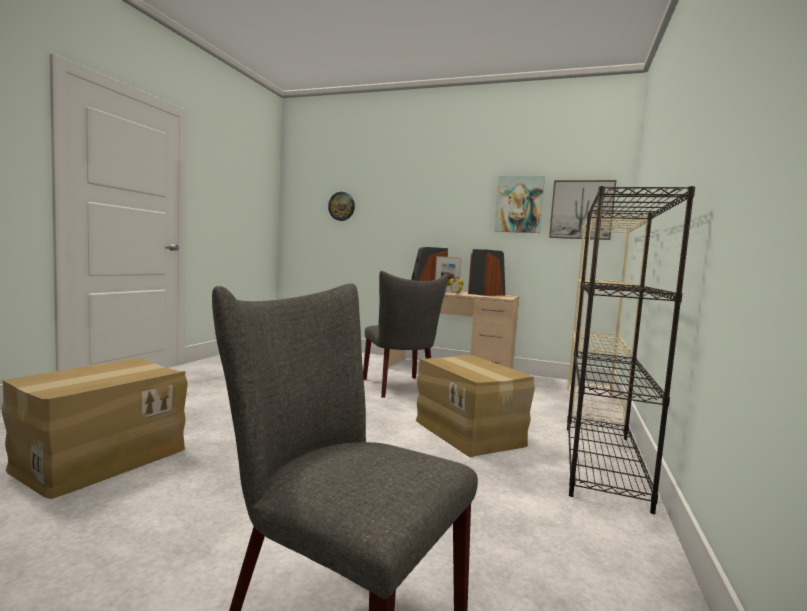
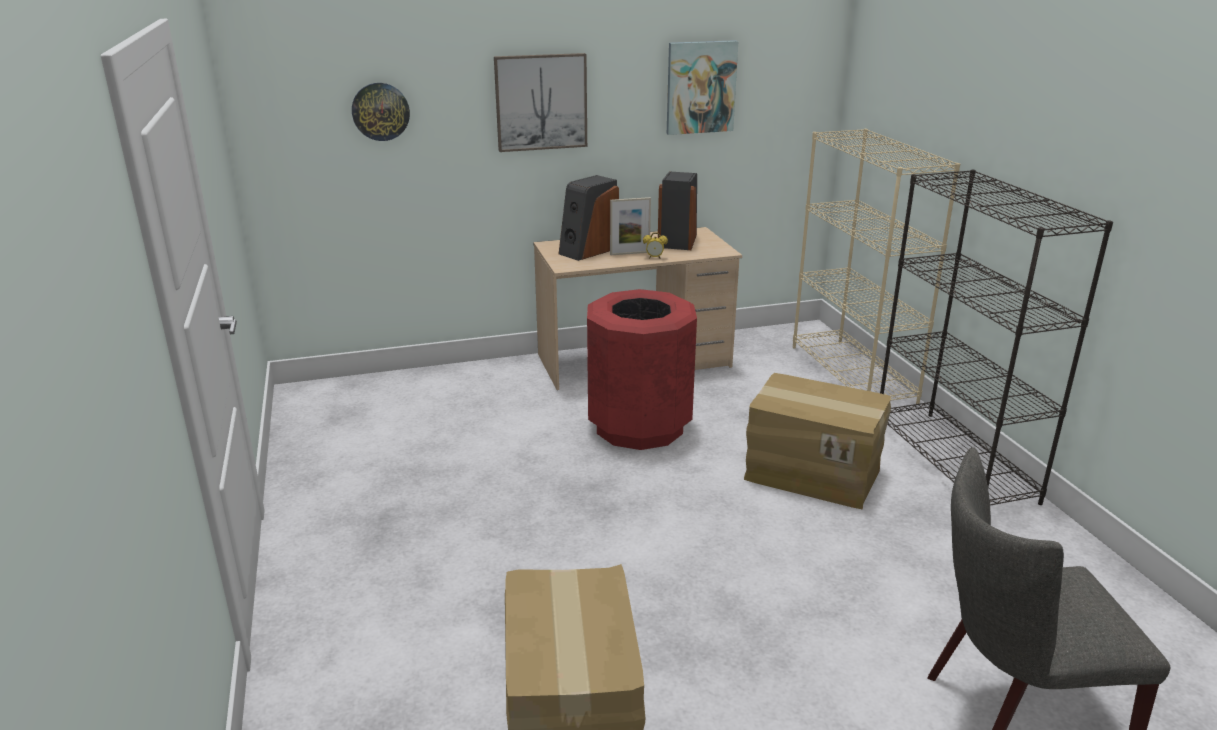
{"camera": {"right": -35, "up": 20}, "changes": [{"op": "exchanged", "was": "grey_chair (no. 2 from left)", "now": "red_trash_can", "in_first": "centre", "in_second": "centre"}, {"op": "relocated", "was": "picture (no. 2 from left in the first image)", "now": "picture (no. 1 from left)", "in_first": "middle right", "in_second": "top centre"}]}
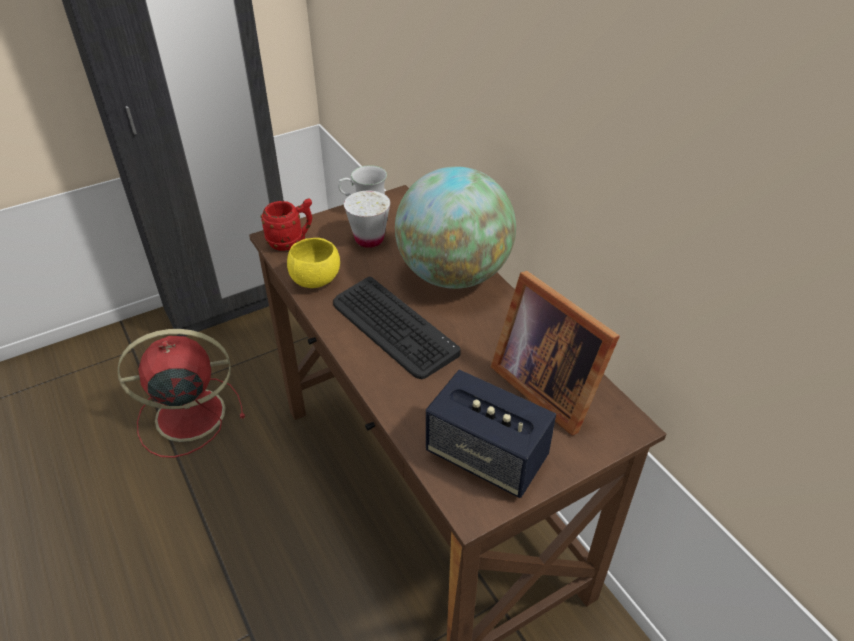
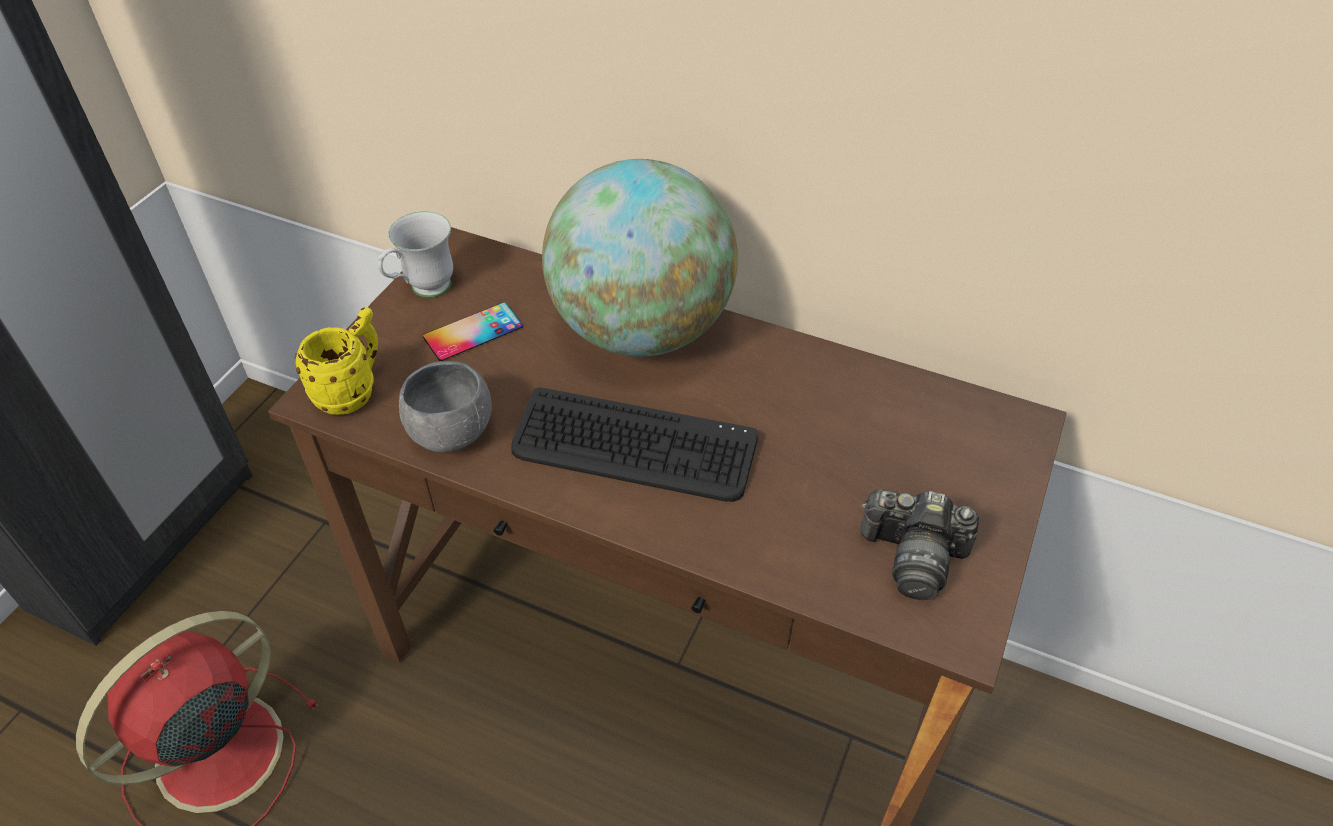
{"camera": {"right": -35, "up": 5}, "changes": [{"op": "colour", "was": "red_mug", "now": "yellow_mug", "in_first": "centre", "in_second": "middle left"}, {"op": "colour", "was": "yellow_bowl", "now": "grey_bowl", "in_first": "centre", "in_second": "centre"}, {"op": "exchanged", "was": "white_cup", "now": "phone", "in_first": "centre", "in_second": "centre"}, {"op": "exchanged", "was": "speaker", "now": "photo_camera", "in_first": "bottom centre", "in_second": "middle right"}, {"op": "missing", "was": "picture_frame", "in_first": "centre"}]}
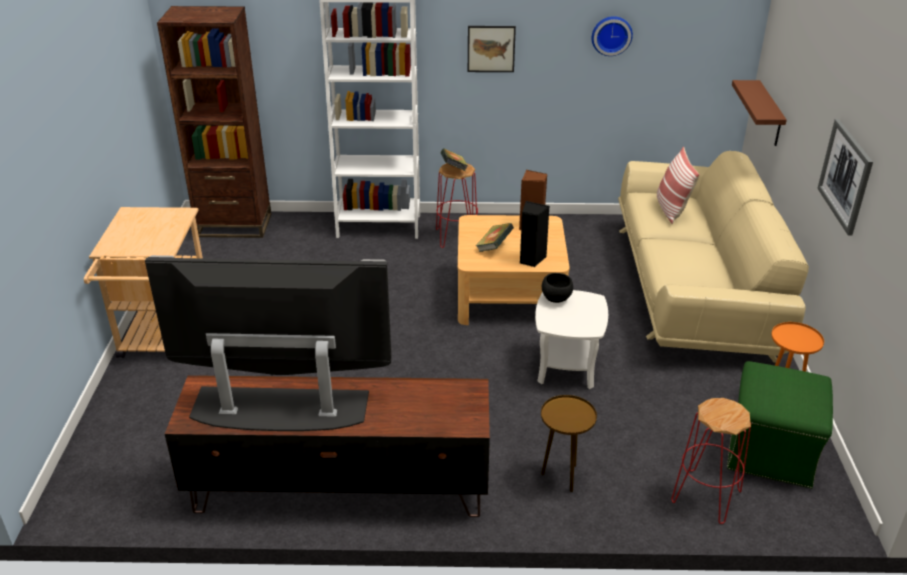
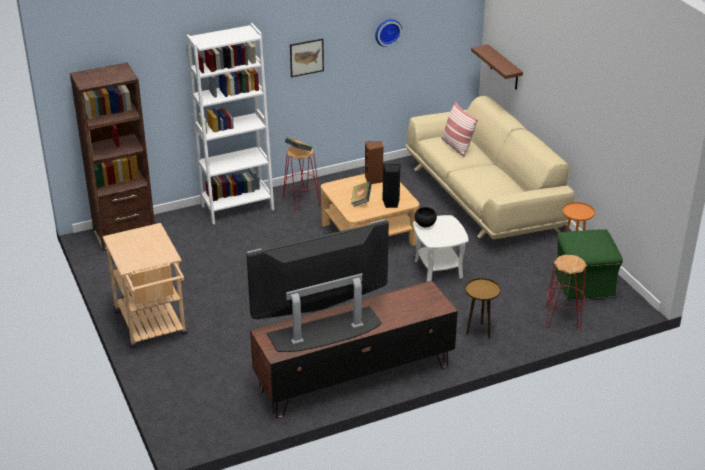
{"camera": {"right": -25, "up": 0}, "changes": [{"op": "missing", "was": "picture (no. 2 from left)", "in_first": "top right"}]}
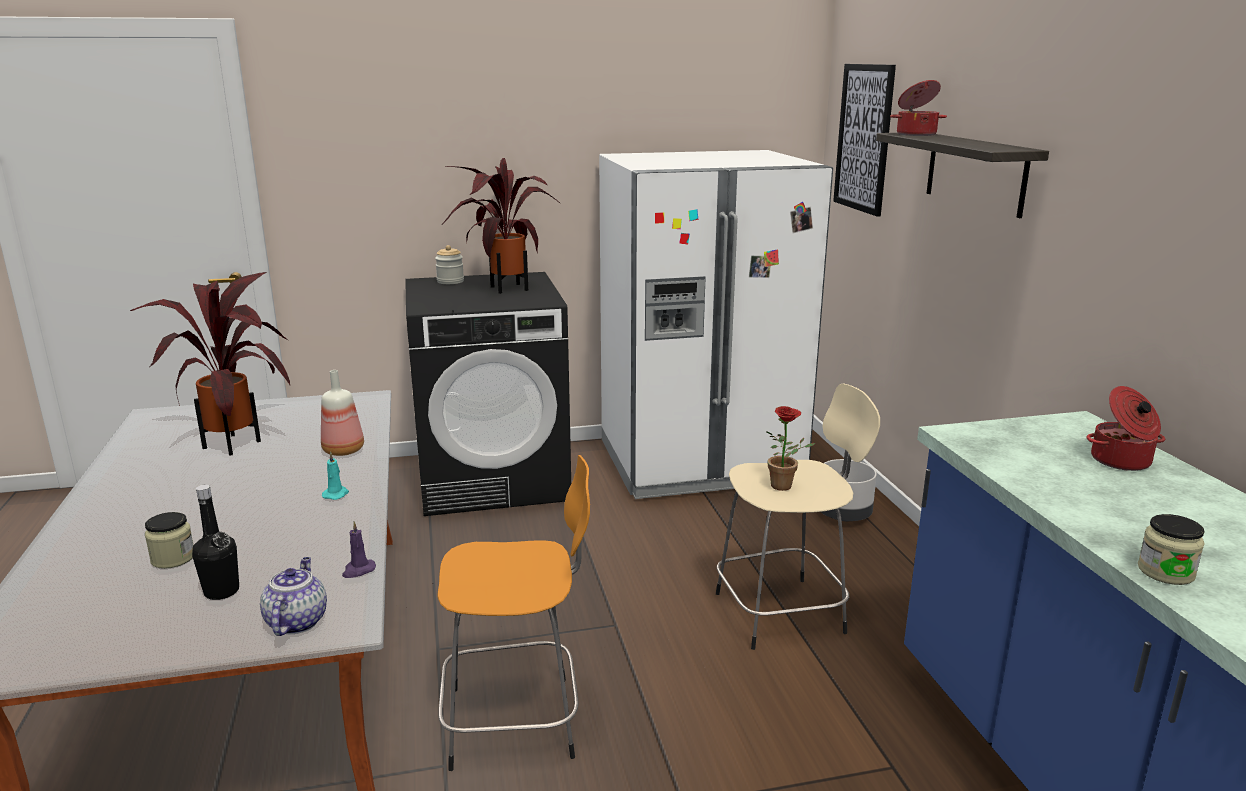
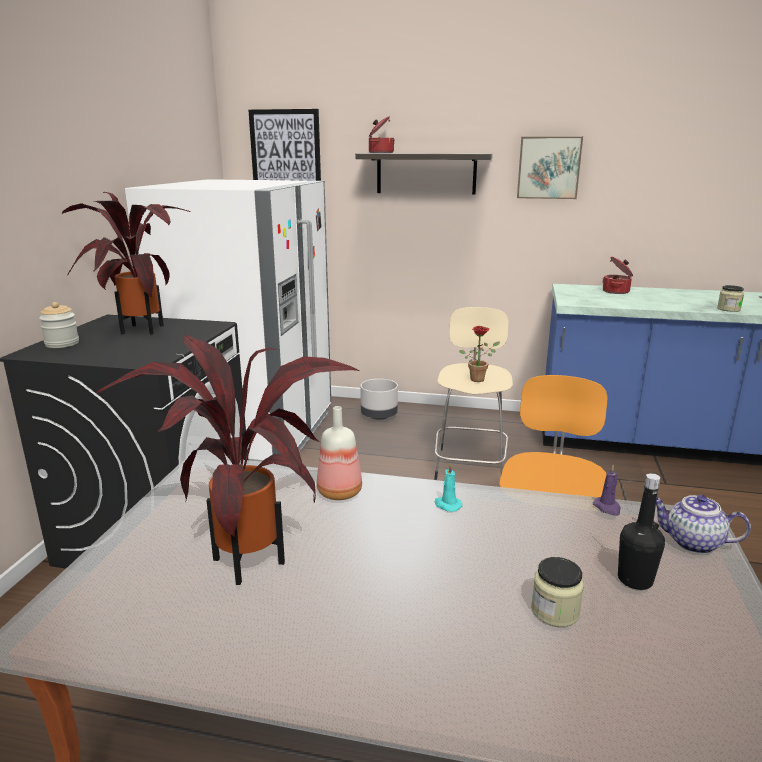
{"camera": {"right": -65, "up": 0}, "changes": [{"op": "appeared", "now": "picture (no. 2 from left)", "in_second": "top right"}]}
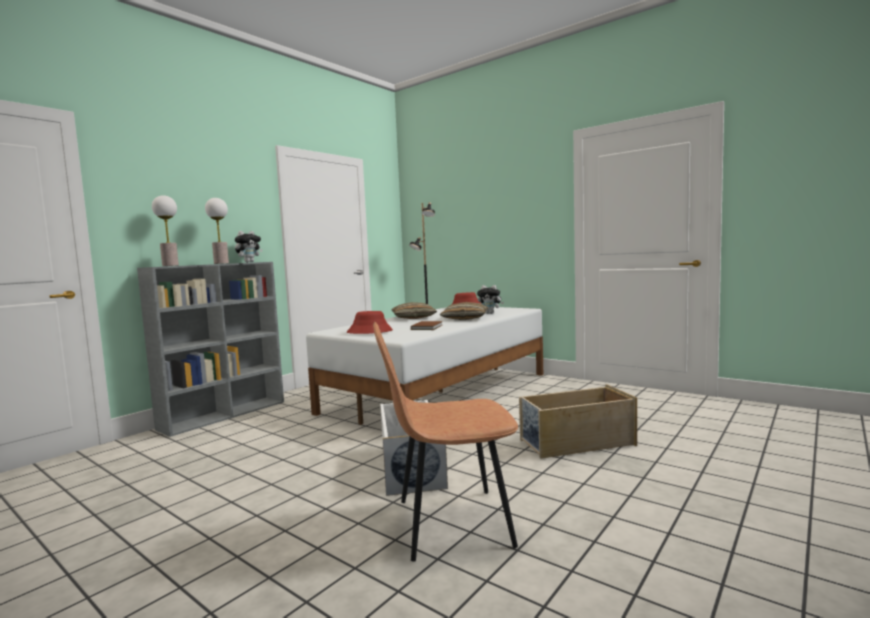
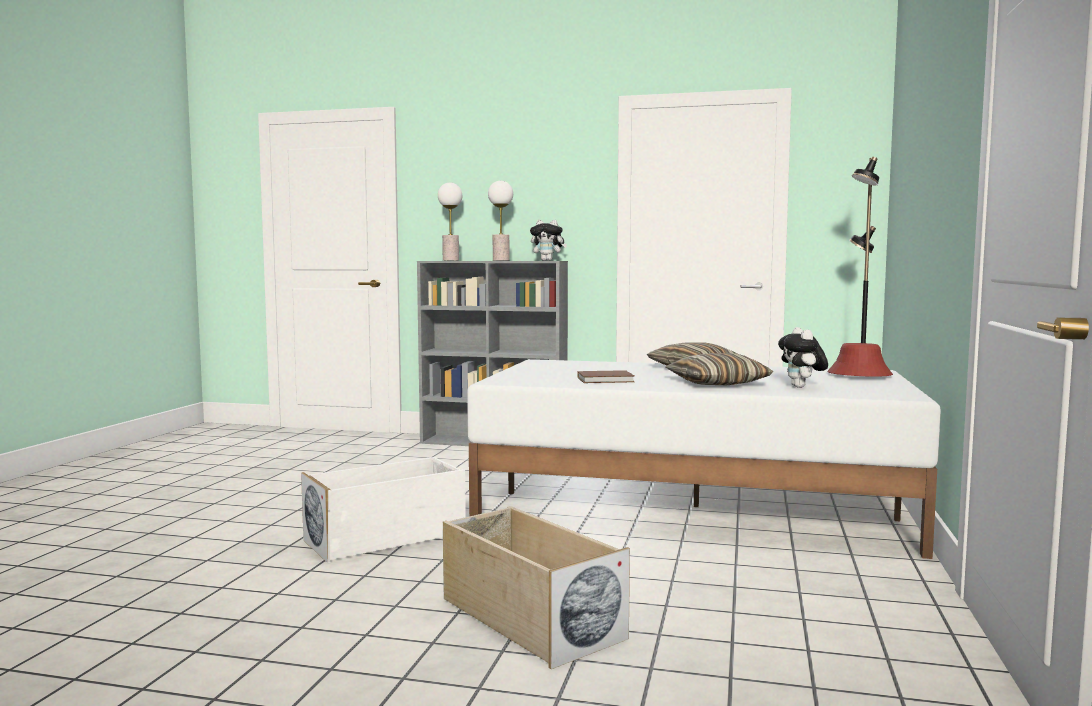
{"camera": {"right": 65, "up": 0}, "changes": [{"op": "missing", "was": "red_hat (no. 1 from left)", "in_first": "centre"}, {"op": "missing", "was": "brown_chair", "in_first": "bottom centre"}]}
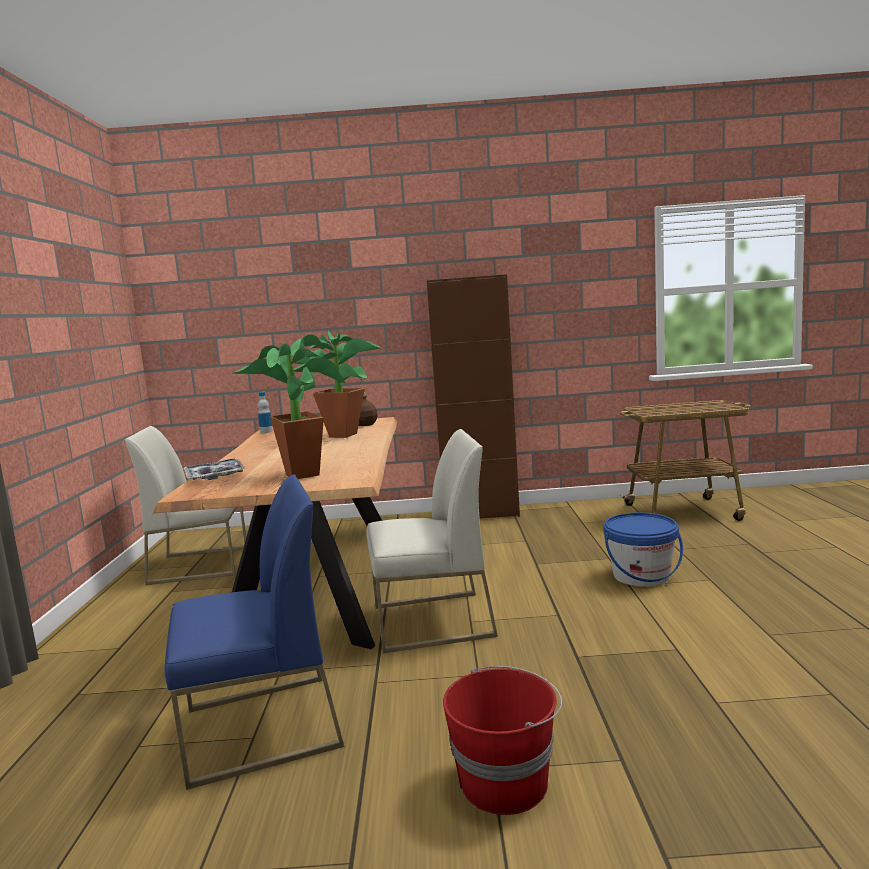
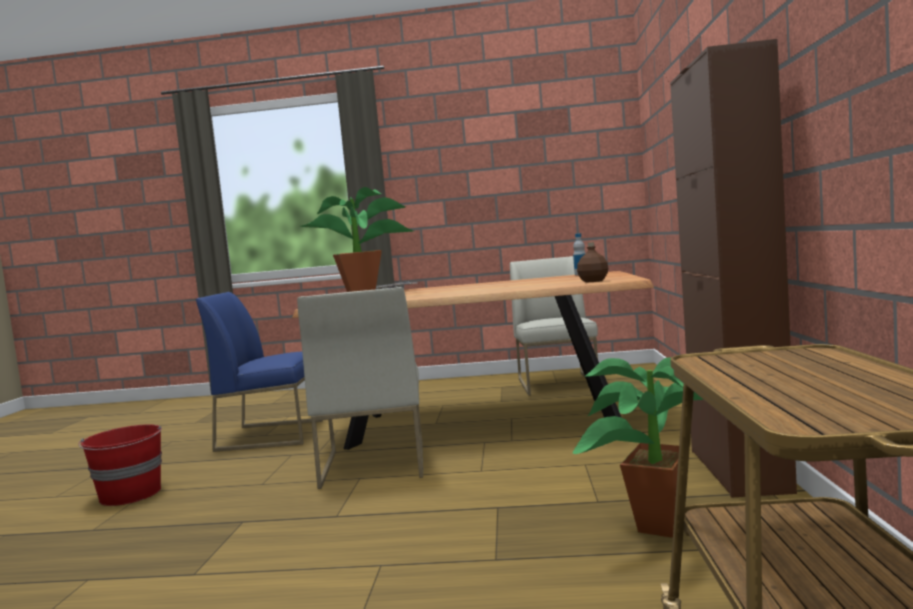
{"camera": {"right": 95, "up": -5}, "changes": [{"op": "spun", "was": "blue_chair", "in_first": "bottom left", "in_second": "middle left", "clockwise": 105}, {"op": "relocated", "was": "potted_plant (no. 2 from left)", "in_first": "centre", "in_second": "bottom right"}, {"op": "missing", "was": "blue_bucket", "in_first": "middle right"}]}
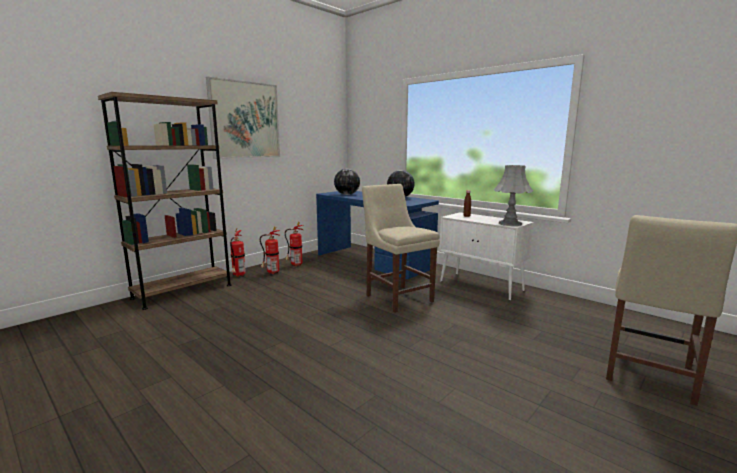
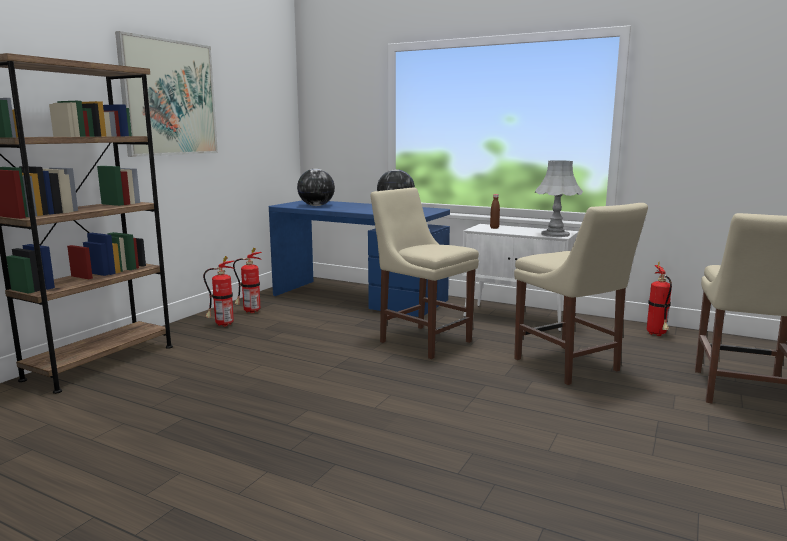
{"camera": {"right": -15, "up": 0}, "changes": [{"op": "relocated", "was": "fire_extinguisher (no. 1 from left in the first image)", "now": "fire_extinguisher (no. 3 from left)", "in_first": "middle left", "in_second": "middle right"}, {"op": "appeared", "now": "beige_chair (no. 2 from left)", "in_second": "middle right"}]}
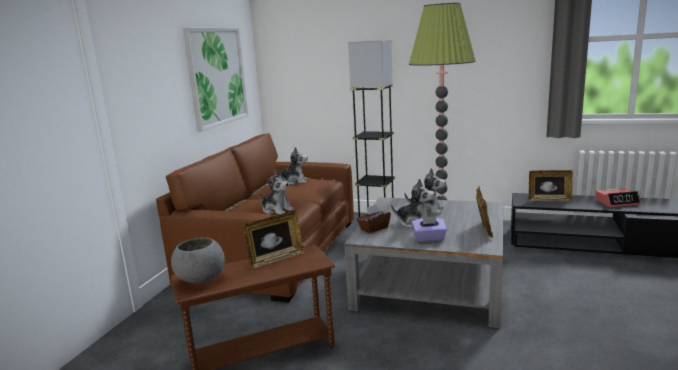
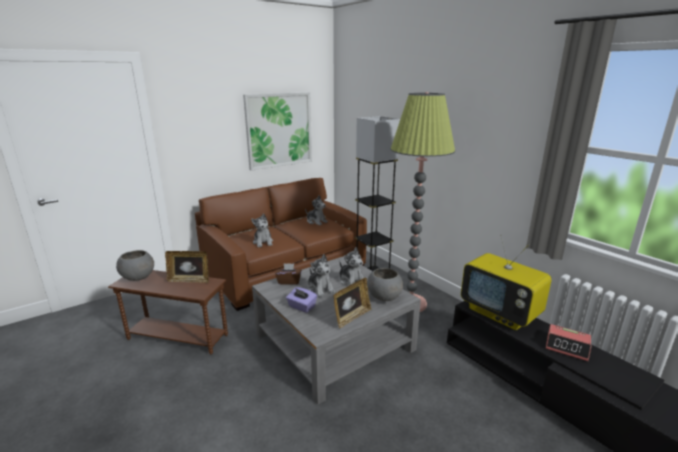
{"camera": {"right": 35, "up": 5}, "changes": [{"op": "exchanged", "was": "picture_frame (no. 3 from left)", "now": "television", "in_first": "middle right", "in_second": "middle right"}, {"op": "appeared", "now": "grey_bowl (no. 2 from left)", "in_second": "centre"}]}
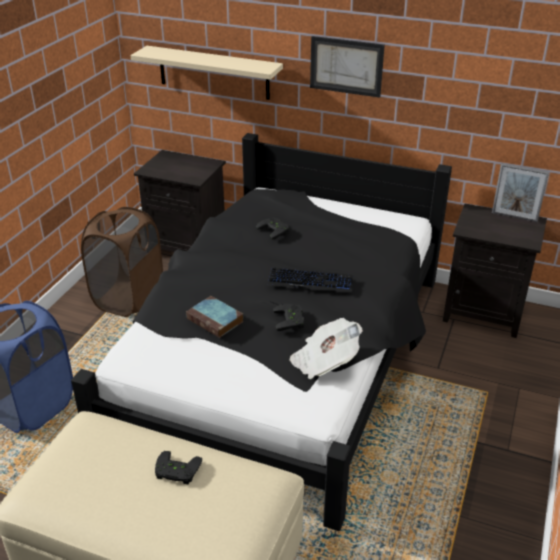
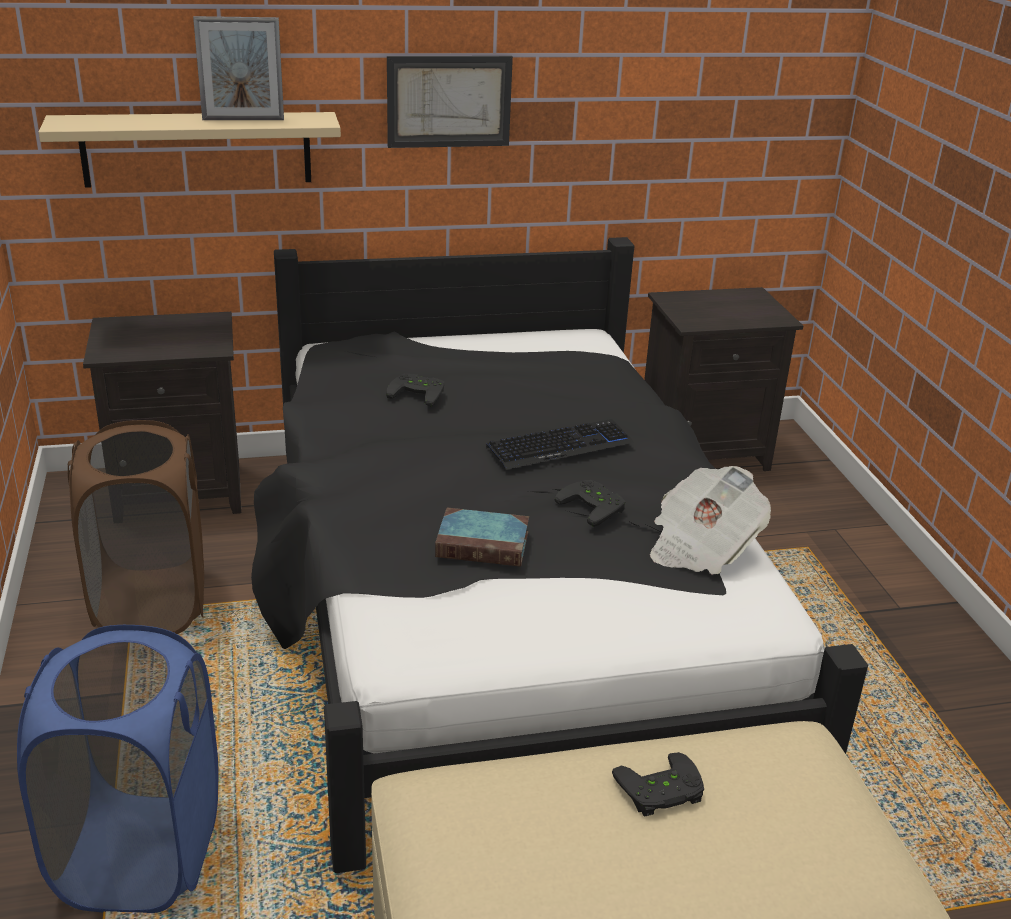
{"camera": {"right": -35, "up": -5}, "changes": [{"op": "relocated", "was": "picture_frame", "in_first": "middle right", "in_second": "top left"}]}
